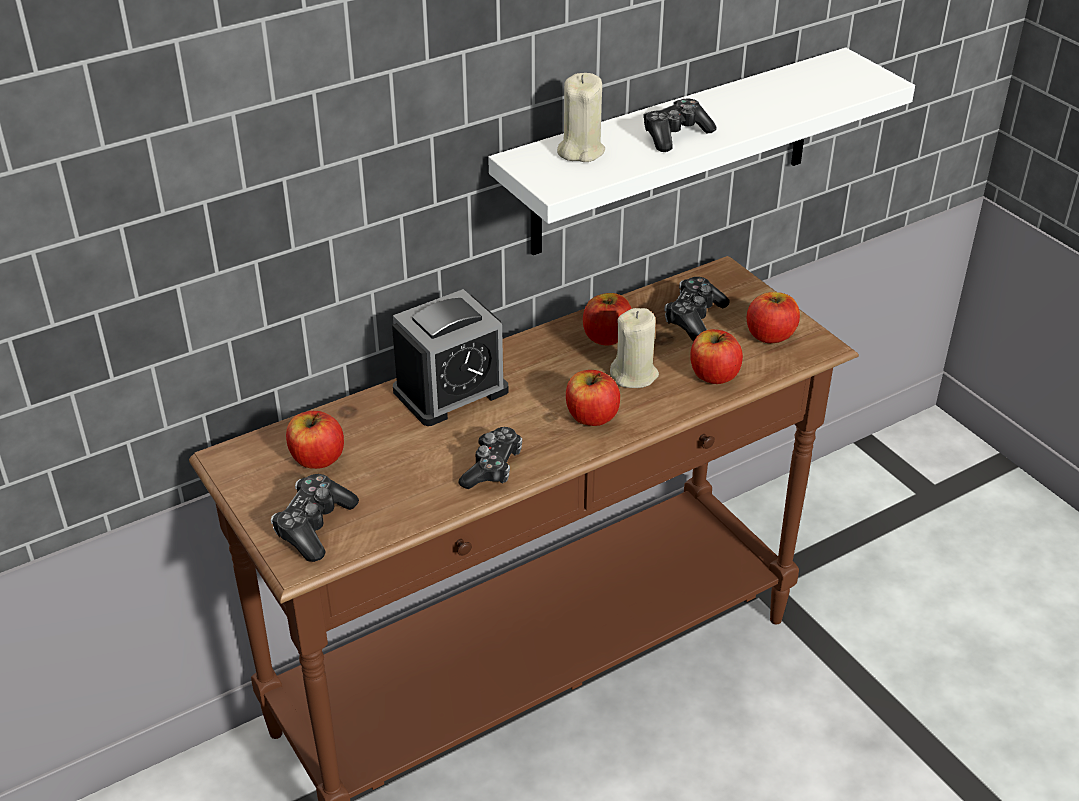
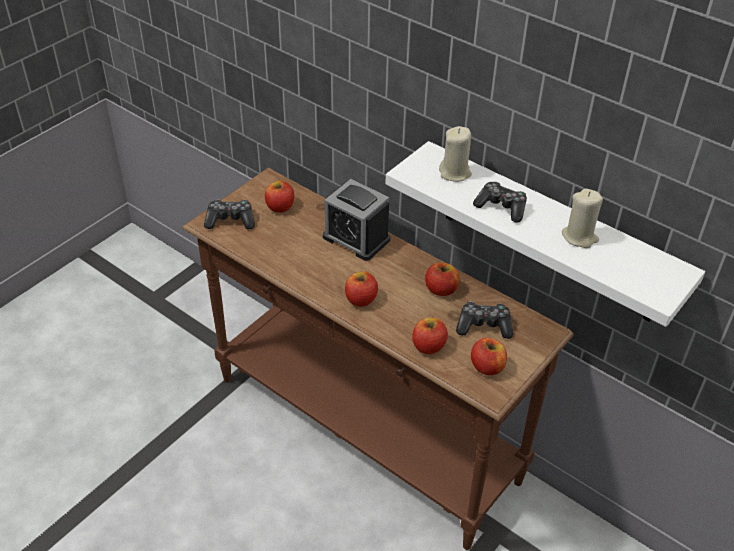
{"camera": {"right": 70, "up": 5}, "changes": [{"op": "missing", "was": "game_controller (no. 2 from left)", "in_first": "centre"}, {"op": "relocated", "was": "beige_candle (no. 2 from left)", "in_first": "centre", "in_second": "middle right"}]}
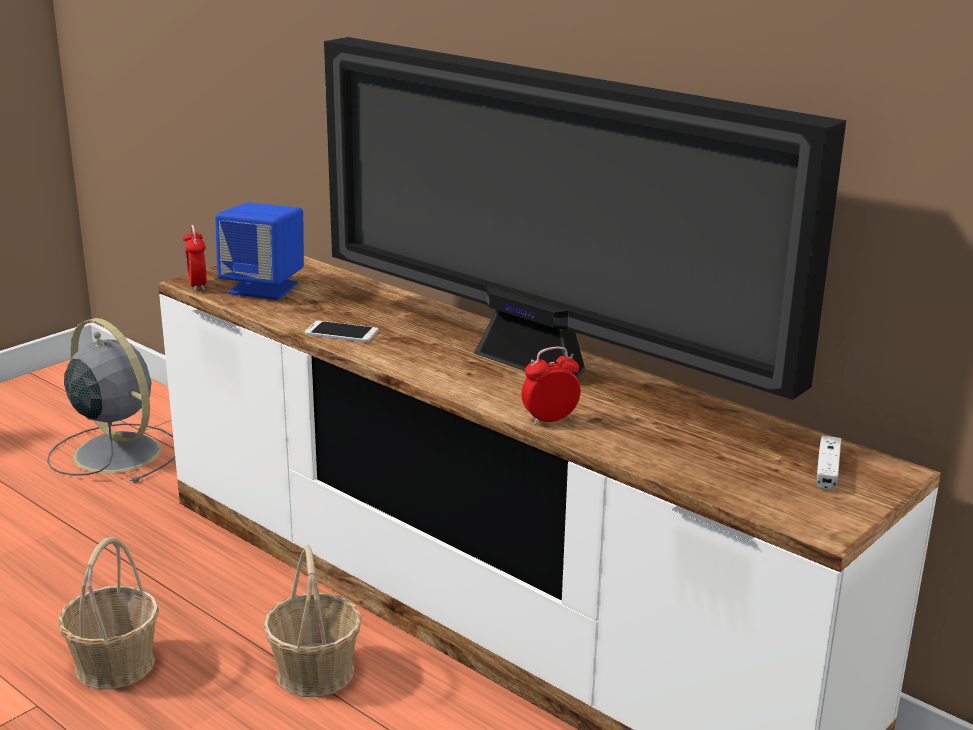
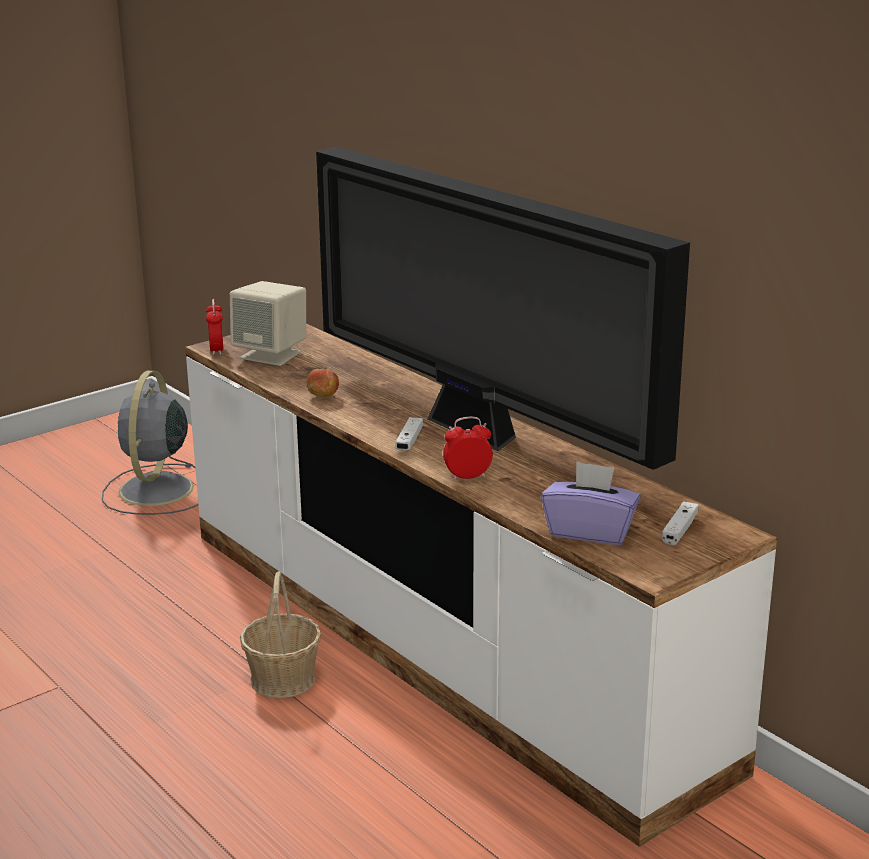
{"camera": {"right": 10, "up": 0}, "changes": [{"op": "spun", "was": "grey_fan", "in_first": "middle left", "in_second": "middle left", "clockwise": -135}, {"op": "missing", "was": "basket (no. 1 from left)", "in_first": "bottom left"}, {"op": "colour", "was": "blue_speaker", "now": "beige_speaker", "in_first": "middle left", "in_second": "middle left"}, {"op": "exchanged", "was": "phone", "now": "apple", "in_first": "centre", "in_second": "centre"}, {"op": "appeared", "now": "white_game_controller (no. 1 from left)", "in_second": "centre"}, {"op": "appeared", "now": "purple_tissue_box", "in_second": "middle right"}]}
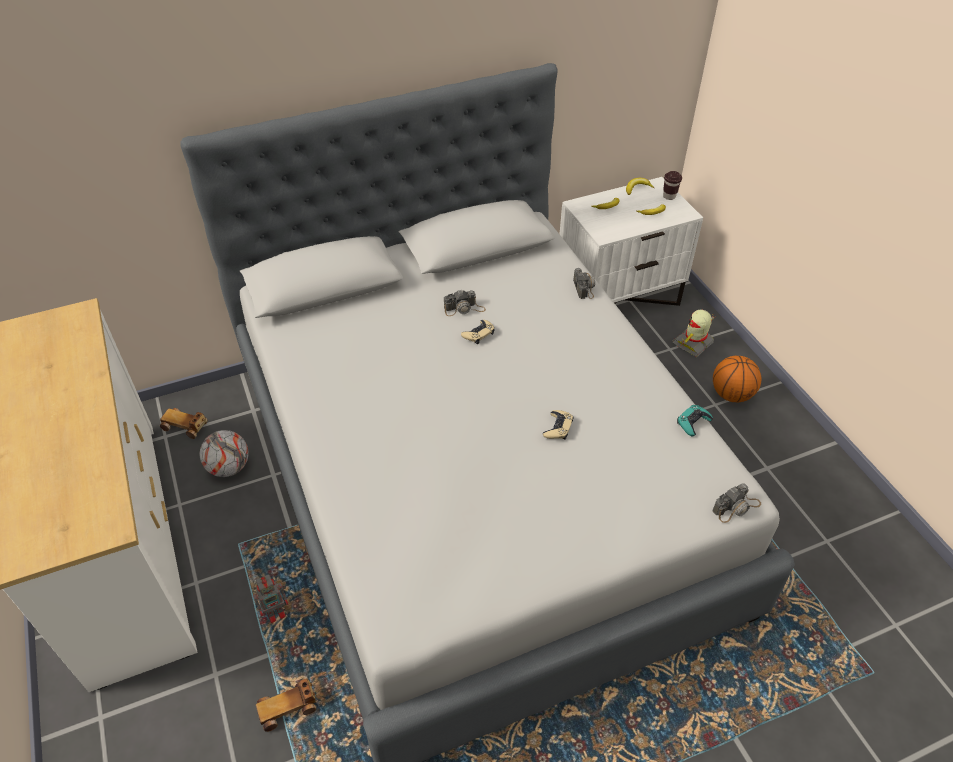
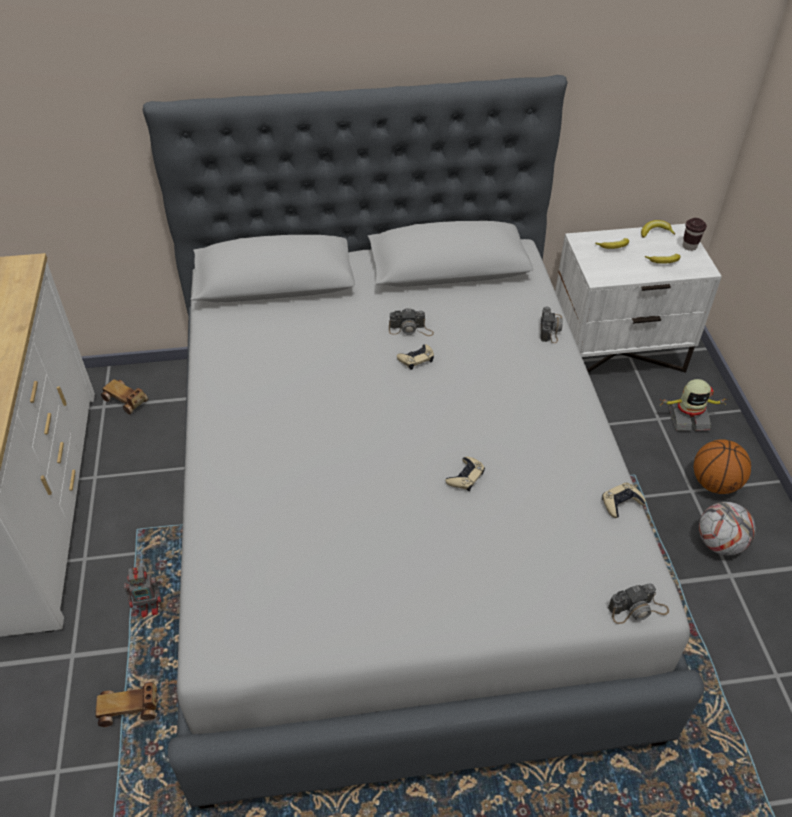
{"camera": {"right": 15, "up": 0}, "changes": [{"op": "relocated", "was": "football", "in_first": "middle left", "in_second": "middle right"}, {"op": "spun", "was": "toy_robot (no. 2 from left)", "in_first": "middle right", "in_second": "middle right", "clockwise": -150}, {"op": "colour", "was": "turquoise_game_controller", "now": "beige_game_controller (no. 3 from left)", "in_first": "middle right", "in_second": "middle right"}]}
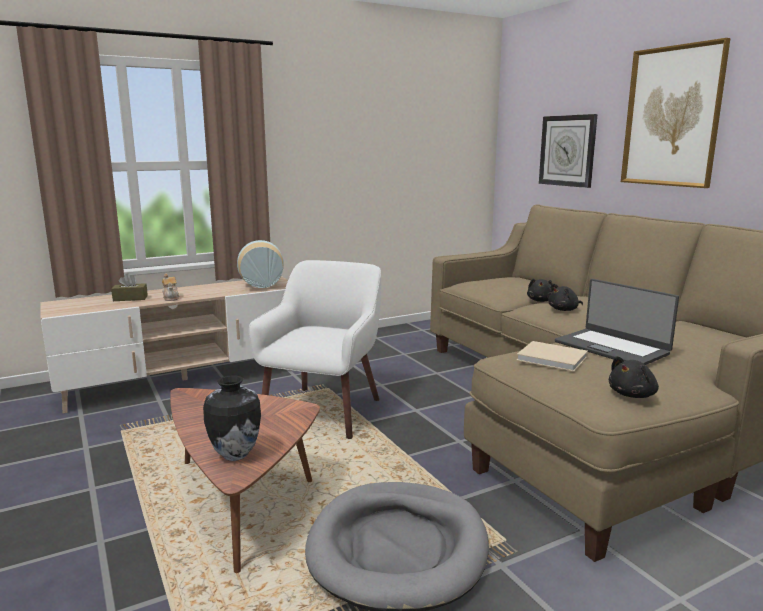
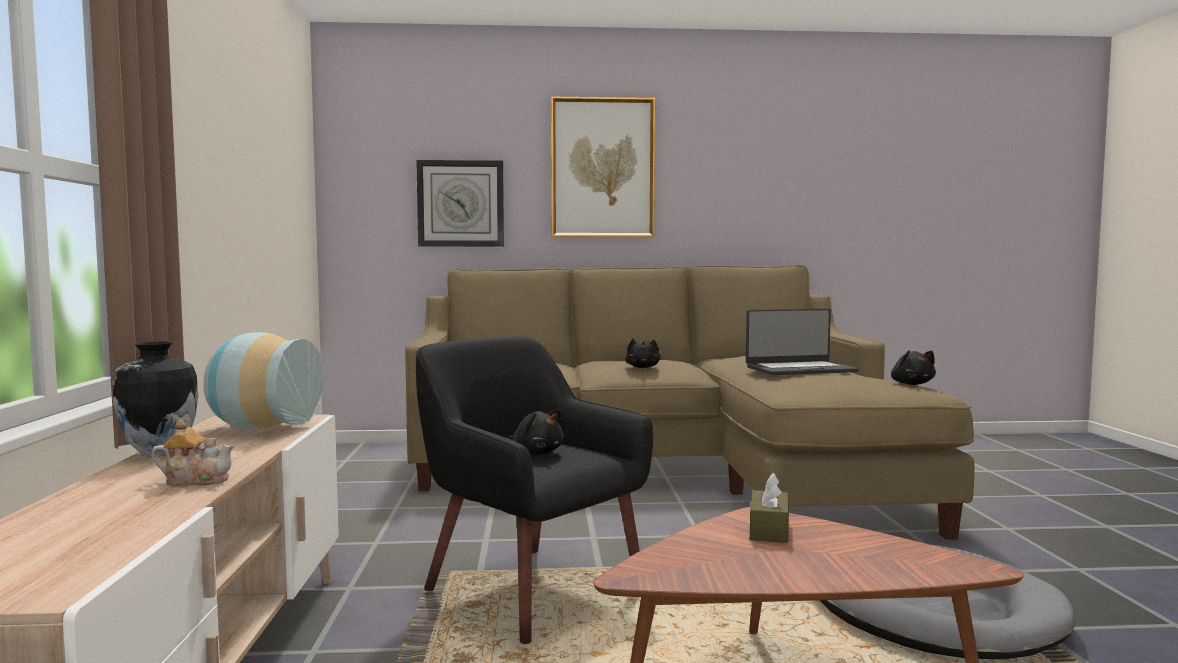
{"camera": {"right": -65, "up": -10}, "changes": [{"op": "relocated", "was": "brown_tissue_box", "in_first": "middle left", "in_second": "bottom centre"}, {"op": "relocated", "was": "vase (no. 1 from left)", "in_first": "bottom left", "in_second": "middle left"}, {"op": "colour", "was": "white_armchair", "now": "black_armchair", "in_first": "centre", "in_second": "bottom centre"}, {"op": "missing", "was": "beige_book", "in_first": "middle right"}, {"op": "relocated", "was": "black_plush_toy (no. 1 from left)", "in_first": "middle right", "in_second": "centre"}]}
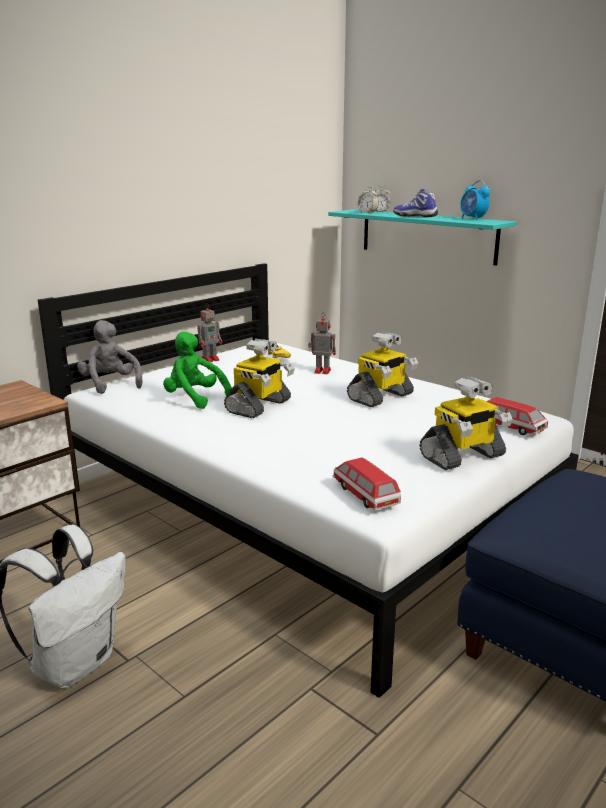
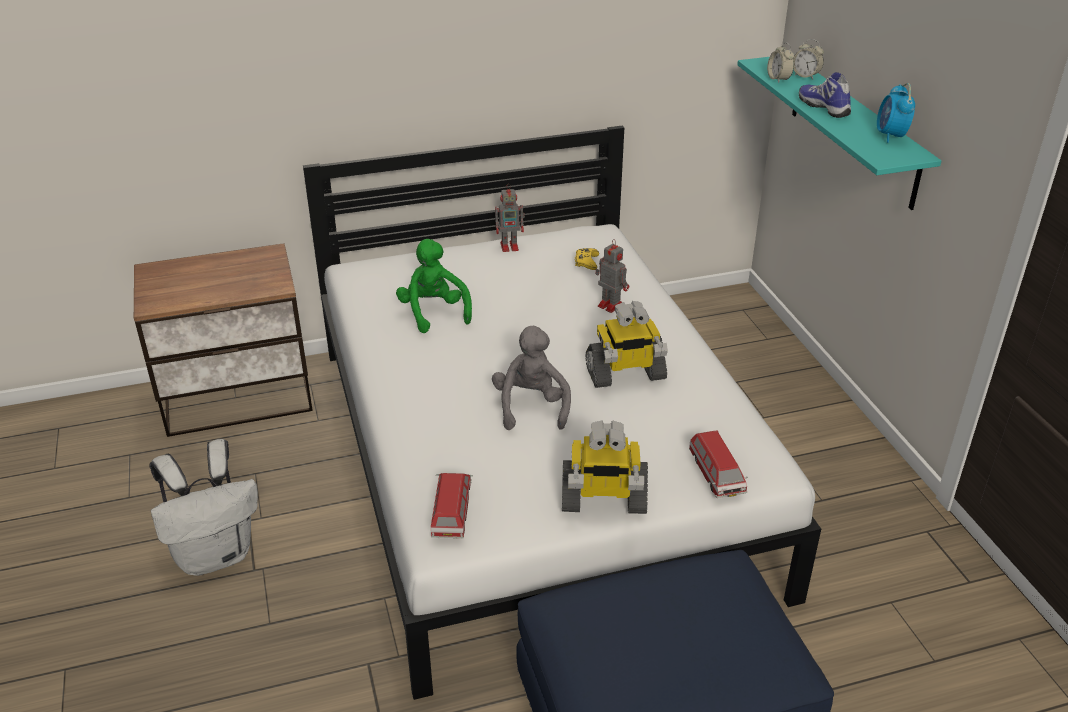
{"camera": {"right": 30, "up": 15}, "changes": [{"op": "relocated", "was": "grey_plush_toy", "in_first": "middle left", "in_second": "centre"}, {"op": "missing", "was": "toy_robot (no. 2 from left)", "in_first": "centre"}]}
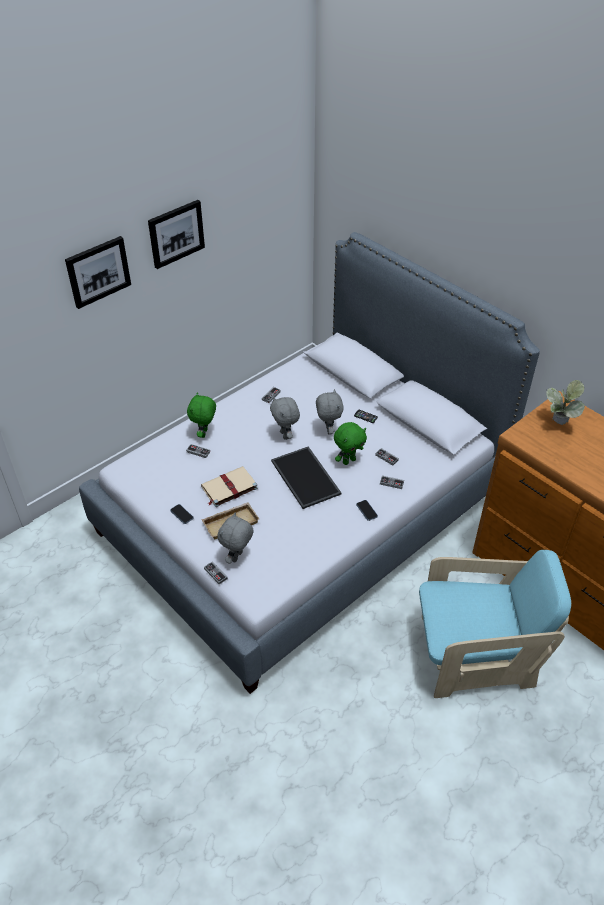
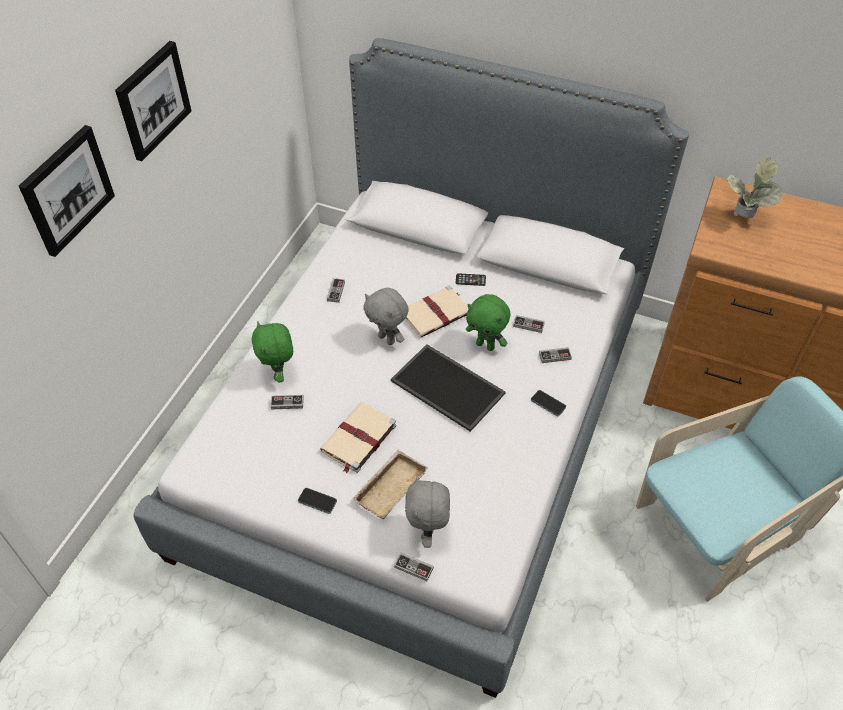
{"camera": {"right": -25, "up": 5}, "changes": [{"op": "exchanged", "was": "grey_plush_toy (no. 3 from left)", "now": "beige_book (no. 2 from left)", "in_first": "centre", "in_second": "centre"}, {"op": "spun", "was": "green_plush_toy (no. 2 from left)", "in_first": "centre", "in_second": "centre", "clockwise": 90}]}
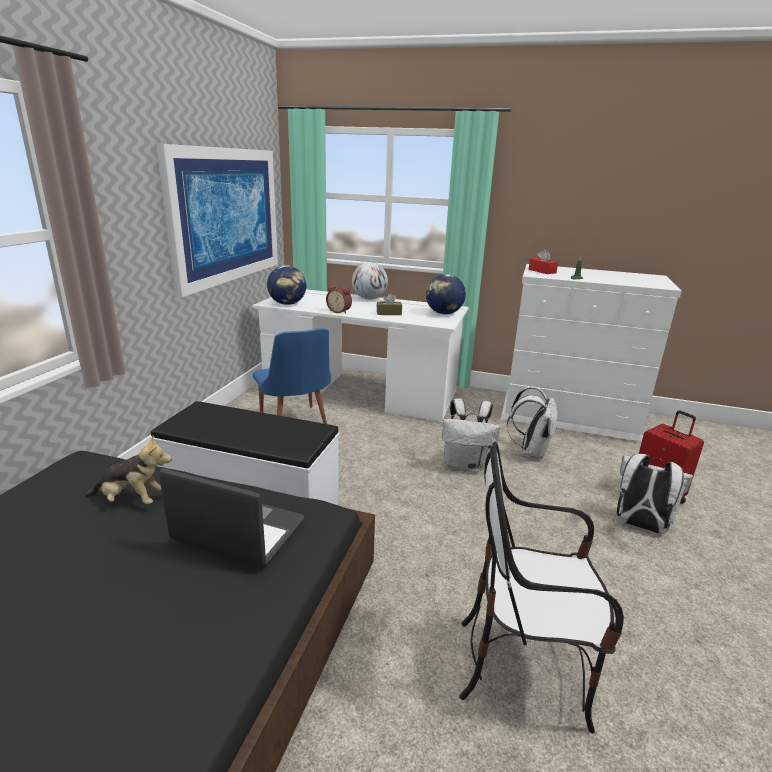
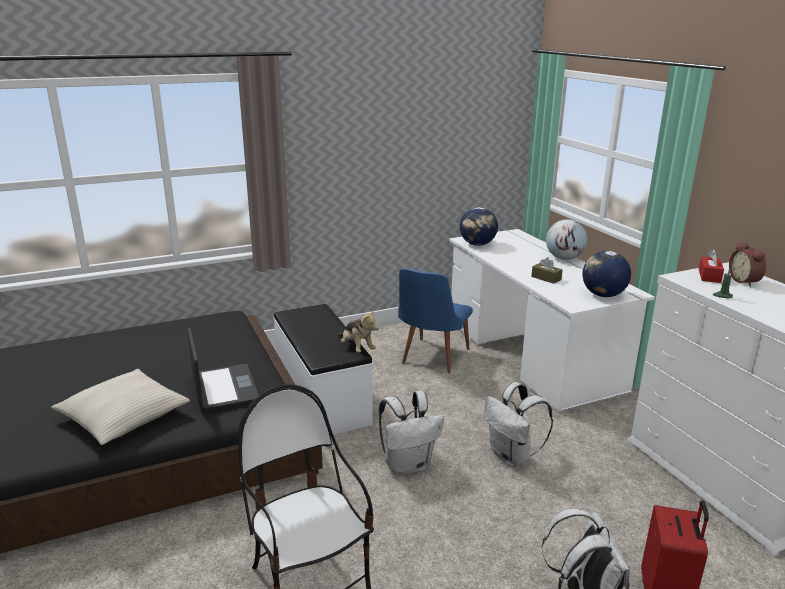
{"camera": {"right": 50, "up": 0}, "changes": [{"op": "relocated", "was": "plush_toy", "in_first": "middle left", "in_second": "centre"}, {"op": "missing", "was": "picture", "in_first": "top left"}, {"op": "relocated", "was": "alarm_clock", "in_first": "centre", "in_second": "middle right"}, {"op": "relocated", "was": "white_backpack (no. 2 from left in the first image)", "now": "white_backpack (no. 1 from left)", "in_first": "middle right", "in_second": "bottom centre"}, {"op": "appeared", "now": "beige_pillow", "in_second": "bottom left"}]}
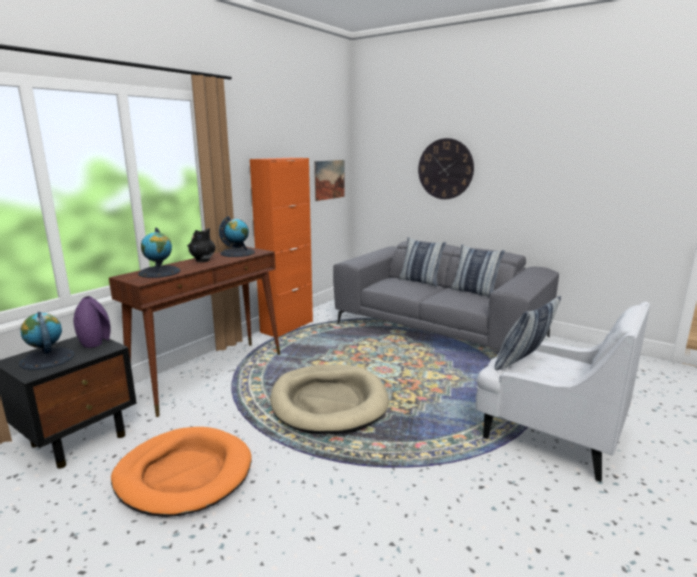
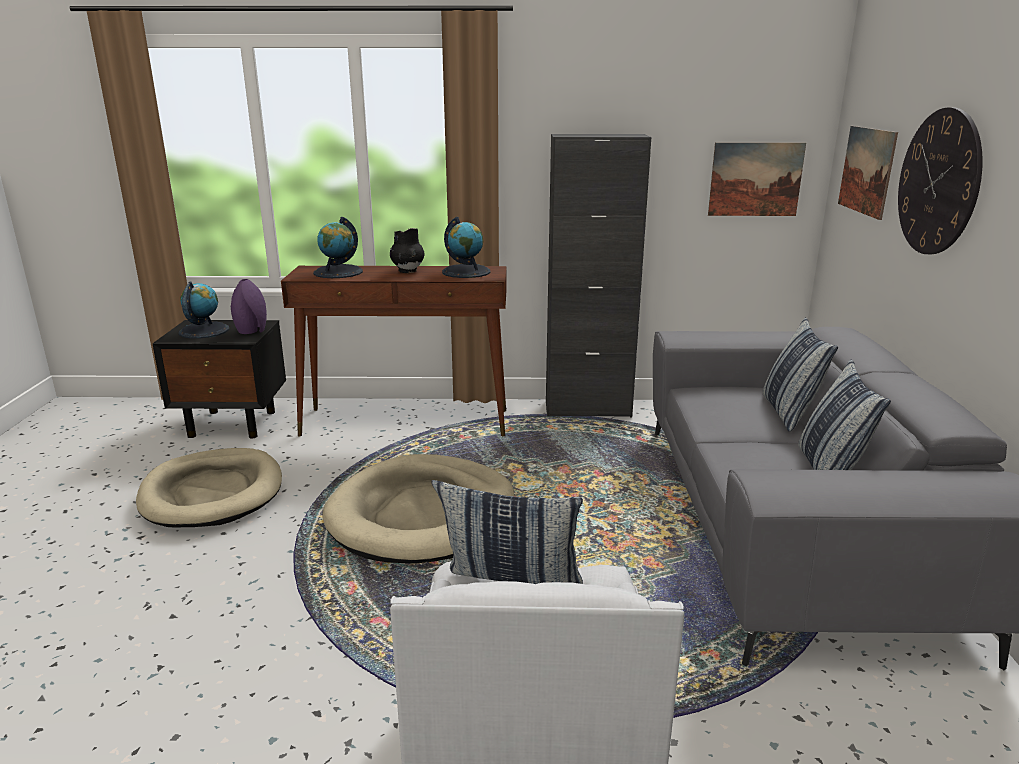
{"camera": {"right": 55, "up": 5}, "changes": [{"op": "colour", "was": "orange_dog_bed", "now": "beige_dog_bed (no. 1 from left)", "in_first": "bottom left", "in_second": "middle left"}, {"op": "colour", "was": "orange_cabinet", "now": "black_cabinet", "in_first": "centre", "in_second": "centre"}, {"op": "appeared", "now": "picture (no. 2 from left)", "in_second": "top right"}]}
